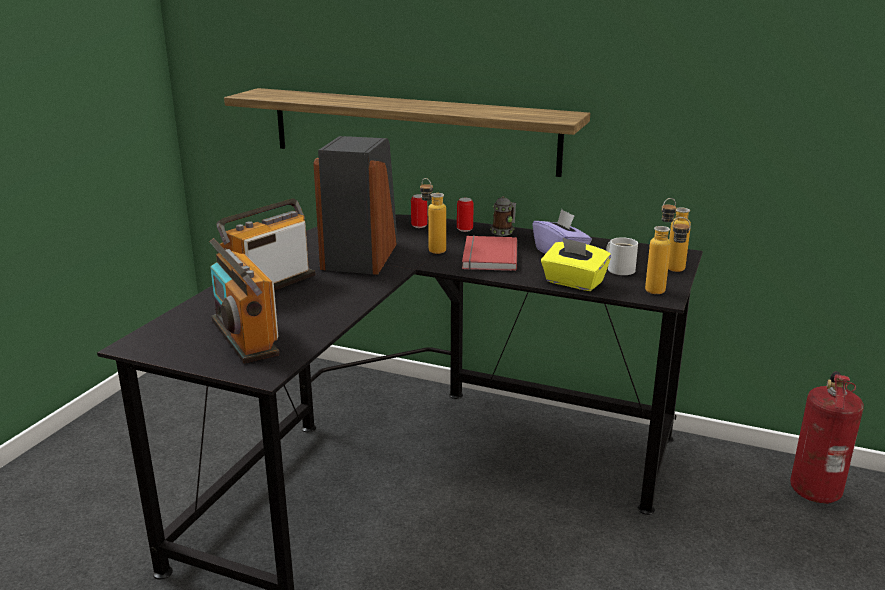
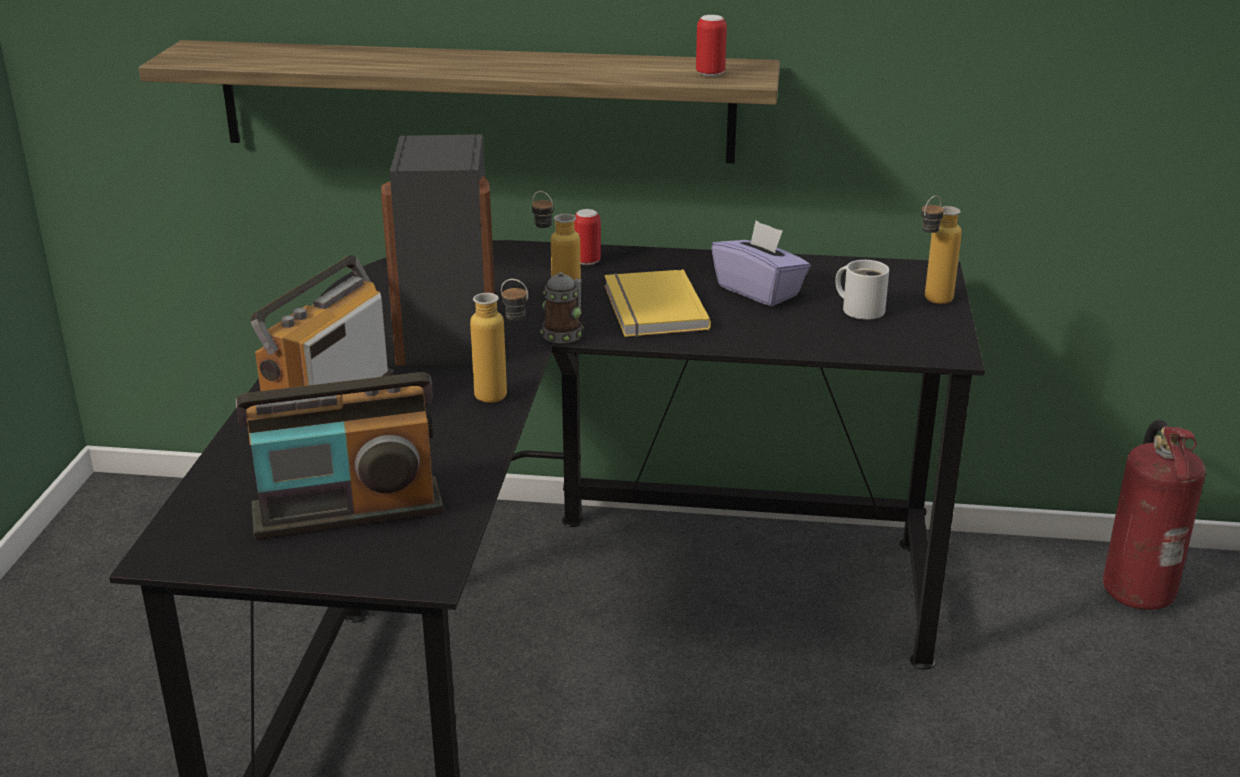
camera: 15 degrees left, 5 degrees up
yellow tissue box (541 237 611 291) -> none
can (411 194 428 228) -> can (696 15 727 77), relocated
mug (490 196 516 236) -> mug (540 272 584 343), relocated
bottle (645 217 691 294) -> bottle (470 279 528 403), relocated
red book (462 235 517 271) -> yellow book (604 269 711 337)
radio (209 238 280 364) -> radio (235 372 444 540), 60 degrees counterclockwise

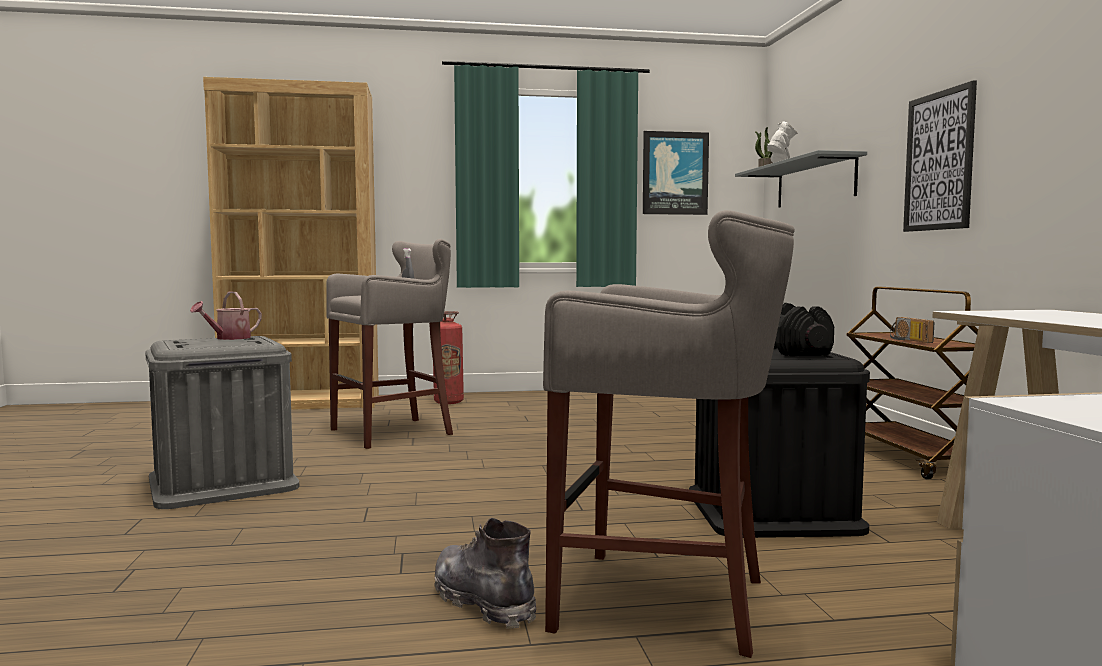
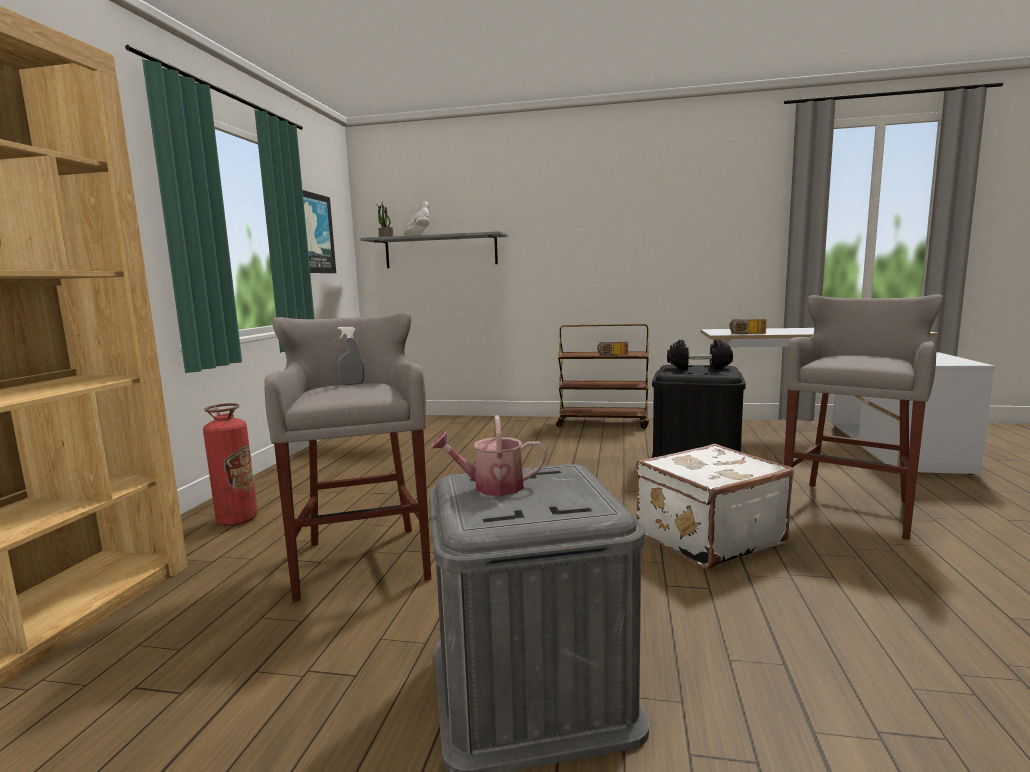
camera: 70 degrees left, 5 degrees up
grey boot (434 518 536 629) -> none
picture (903 80 977 232) -> none
none -> white suitcase (636 444 794 569)
none -> radio (729 319 766 334)
watering can (190 292 262 340) -> watering can (430 415 546 496), 120 degrees clockwise

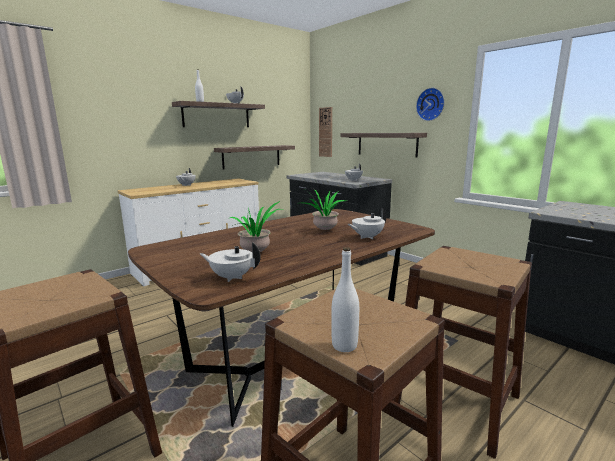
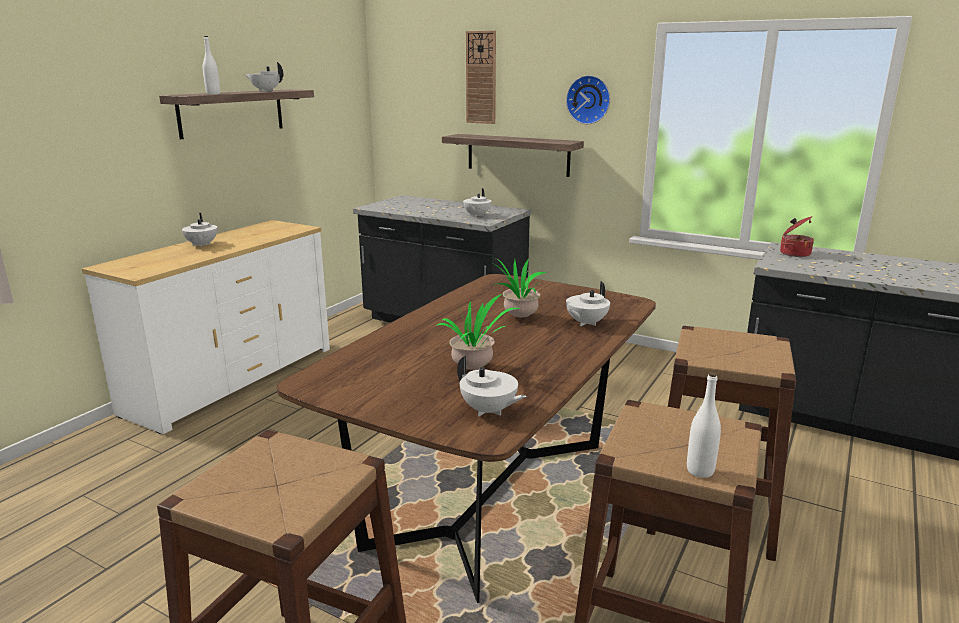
camera: 20 degrees left, 5 degrees up
shelf (214 145 295 169) -> none
none -> cooking pot (780 216 814 257)
wall clock (319 107 332 157) -> wall clock (466 30 496 124), relocated
white teapot (200 242 261 282) -> white teapot (457 356 527 416), 135 degrees counterclockwise

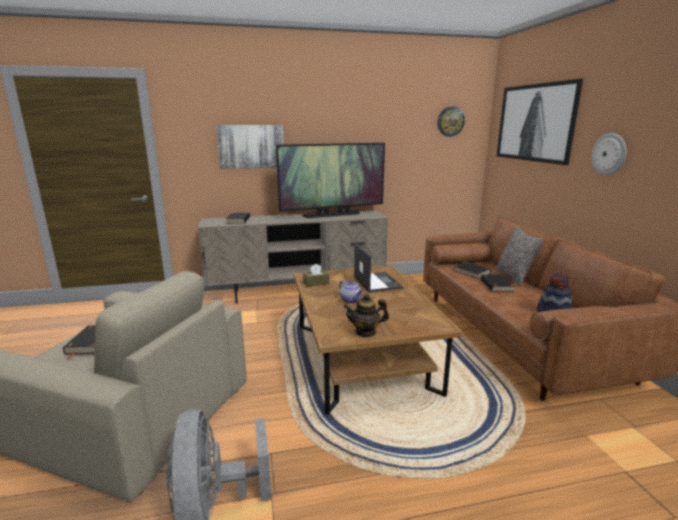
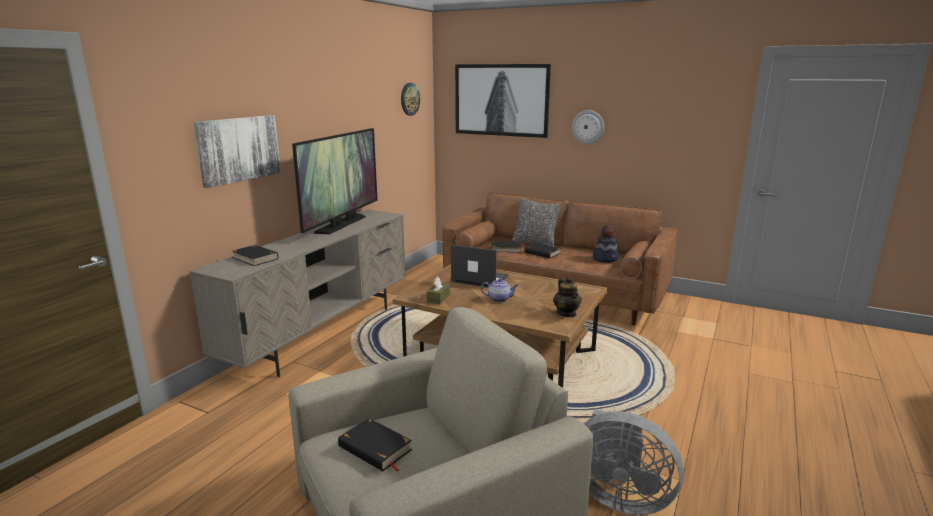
camera: 50 degrees left, 0 degrees up
teapot (344 294 389 337) -> teapot (553 277 582 317), 45 degrees counterclockwise

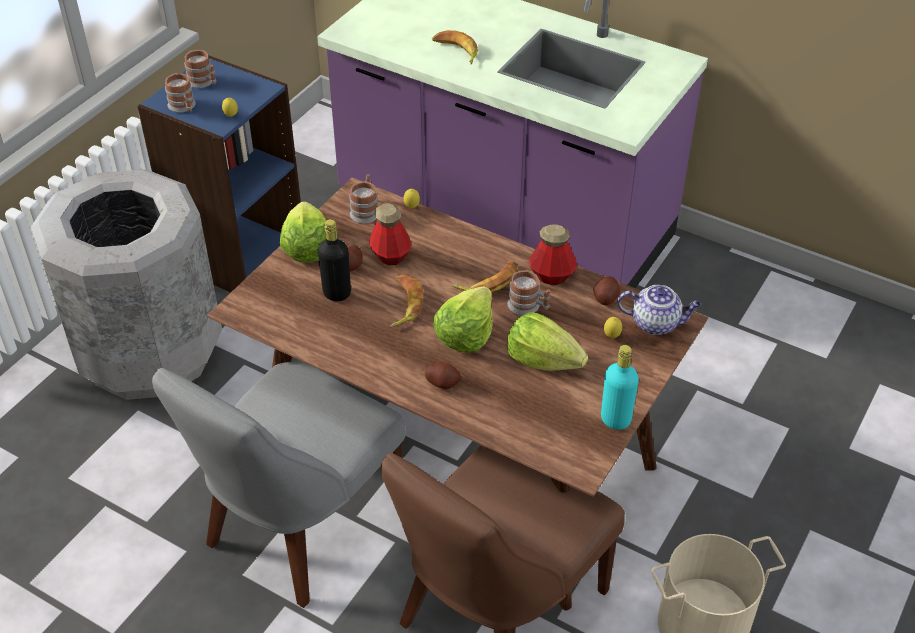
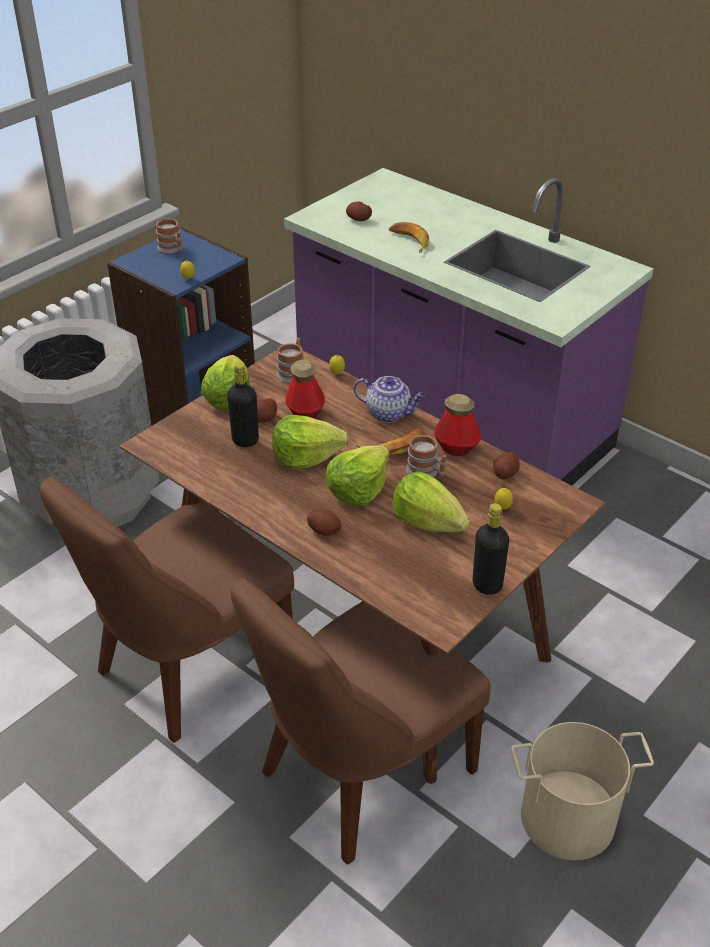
camera: 10 degrees right, 5 degrees down
mug (165 73 196 113) -> none
none -> potato (346 201 372 221)
teapot (617 285 701 335) -> teapot (354 376 425 423), relocated
banana (390 274 423 328) -> lettuce (272 415 349 469)
grey chair (152 357 405 608) -> brown chair (39 477 294 743)
turquoise bottle (601 345 639 430) -> black bottle (473 503 509 595)

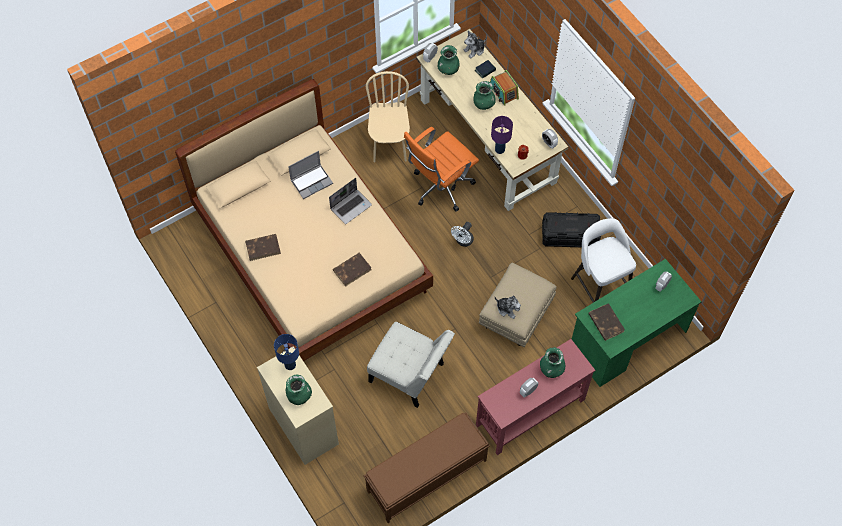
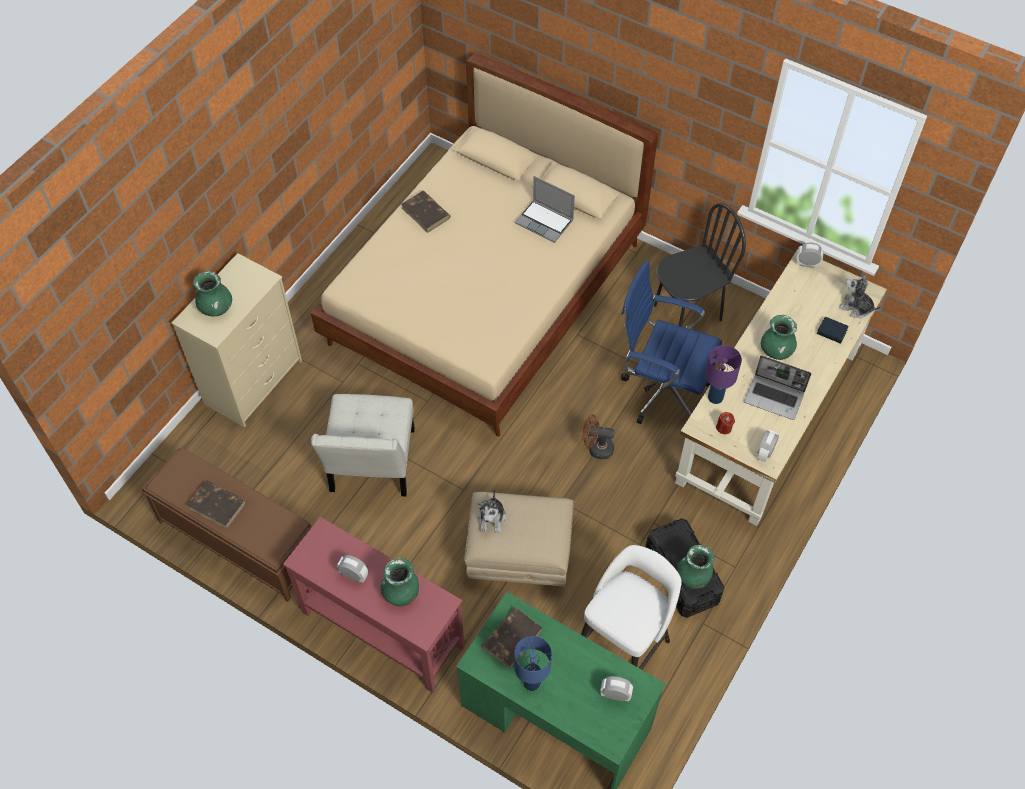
camera: 65 degrees right, 5 degrees down
radio (490 70 519 106) -> none
blue table lamp (274 334 299 370) -> blue table lamp (514 636 552 691), relocated
laptop (329 178 372 224) -> laptop (744 355 811 420), relocated
brown book (333 253 372 287) -> brown book (187 480 246 529), relocated
green vase (437 45 460 75) -> green vase (677 545 714 589), relocated
beige chair (366 71 410 162) -> black chair (654 203 746 327)
orange office chair (404 126 479 212) -> blue office chair (621 260 722 424)
white fan (451 222 474 247) -> brown fan (583 414 615 460)

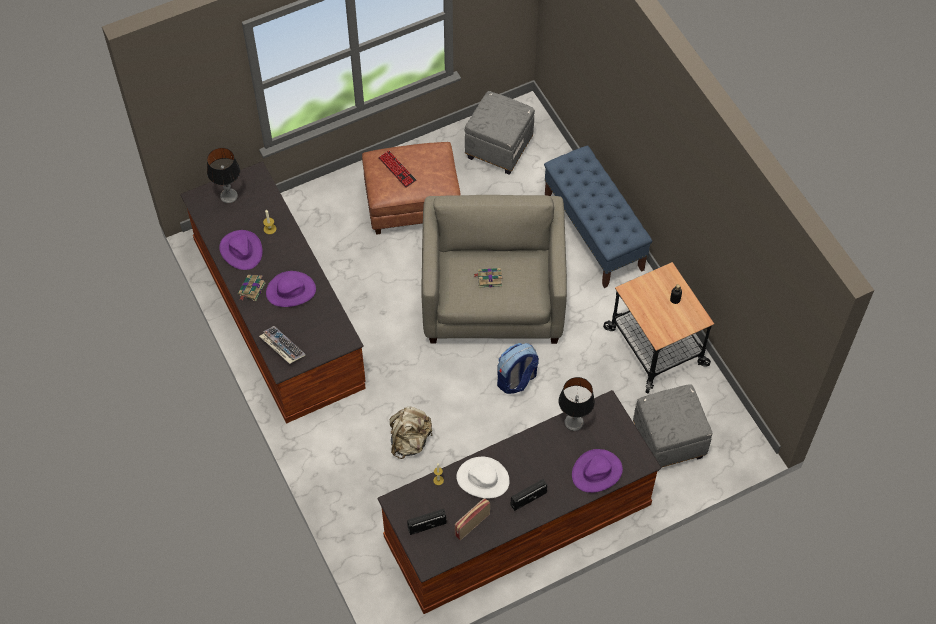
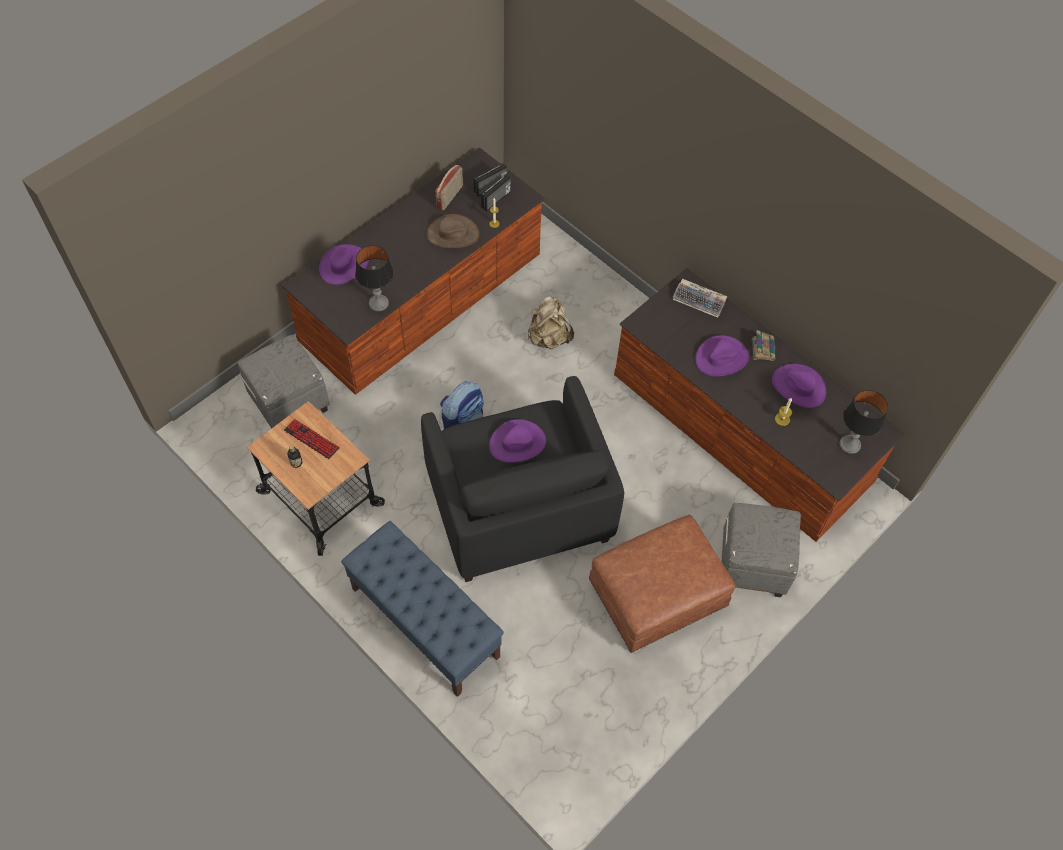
camera: 160 degrees right, 0 degrees up
keyboard (378 150 416 188) -> keyboard (284 419 340 459), relocated
grey ottoman (465 91 535 175) -> grey ottoman (721 503 801 597), relocated
radio (511 479 547 511) -> radio (481 174 511 212), relocated
book (474 268 502 288) -> purple hat (489 419 546 463)
beige armchair (422 195 567 344) -> black armchair (421 376 624 582)
white hat (456 457 509 498) -> brown hat (427 214 479 248)

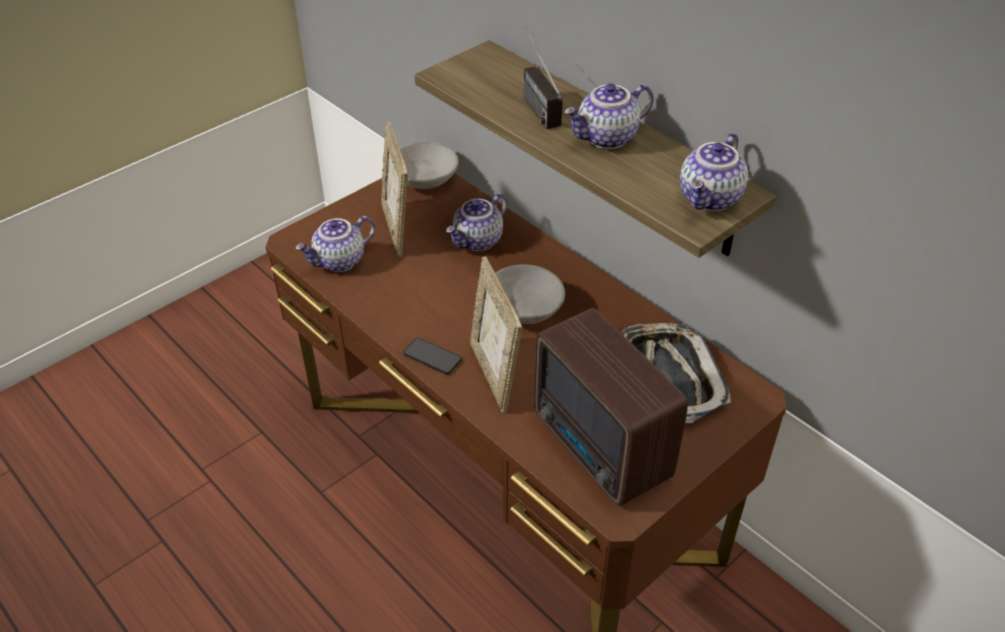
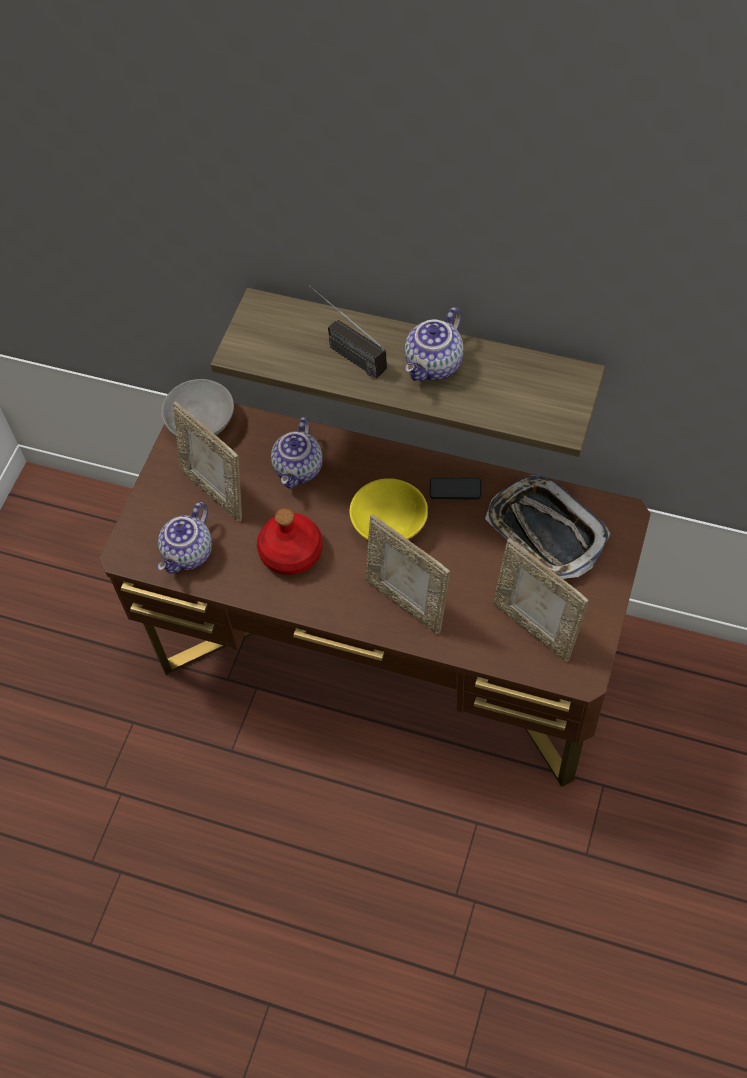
camera: 25 degrees left, 15 degrees up
teapot (680 133 748 211) -> none
none -> red bottle (257 508 323 575)
phone (403 338 462 374) -> phone (430 478 481 499), relocated
radio (534 308 688 506) -> picture frame (493 538 589 662)
grey bowl (495 264 565 324) -> yellow bowl (349 478 428 540)

